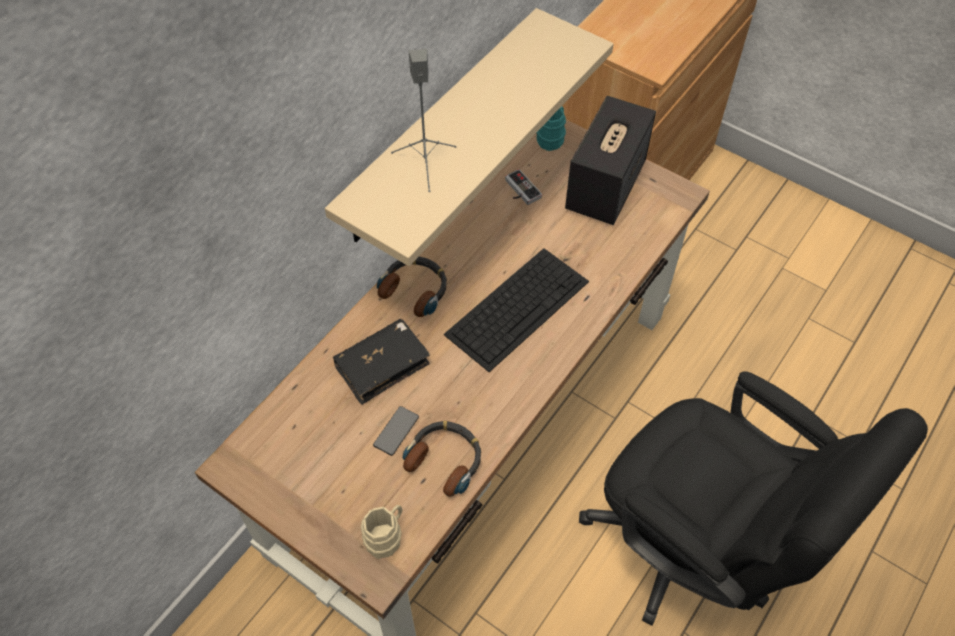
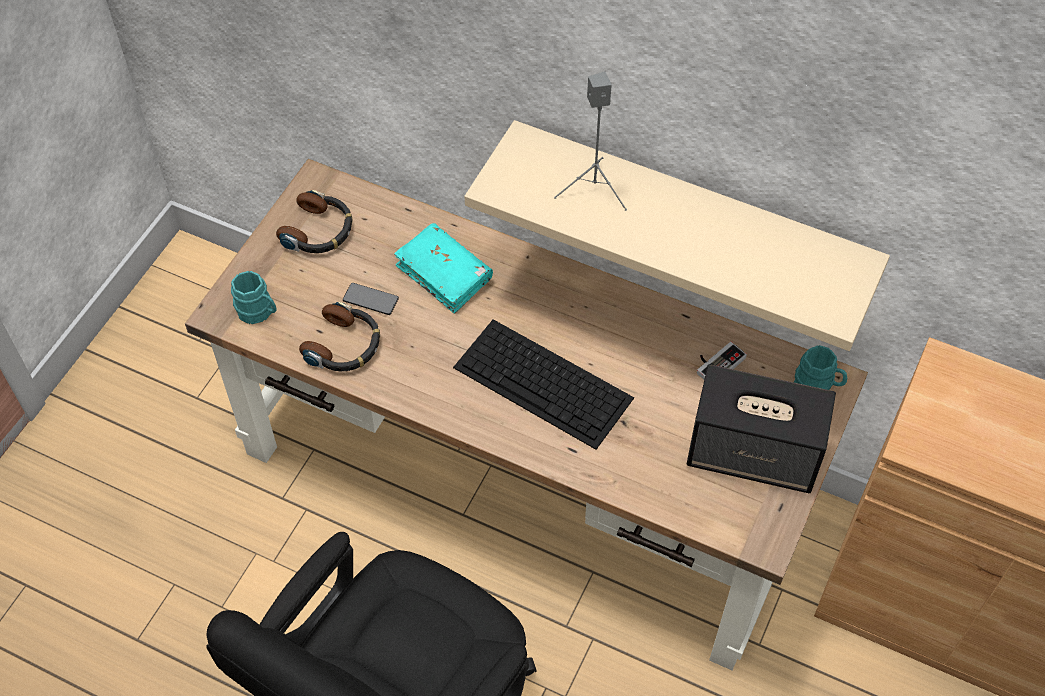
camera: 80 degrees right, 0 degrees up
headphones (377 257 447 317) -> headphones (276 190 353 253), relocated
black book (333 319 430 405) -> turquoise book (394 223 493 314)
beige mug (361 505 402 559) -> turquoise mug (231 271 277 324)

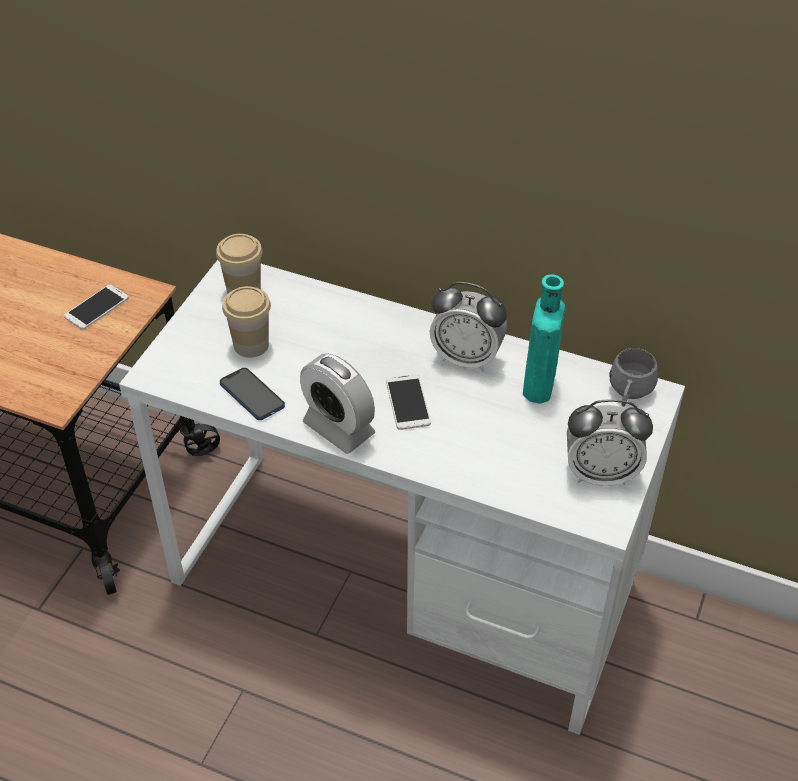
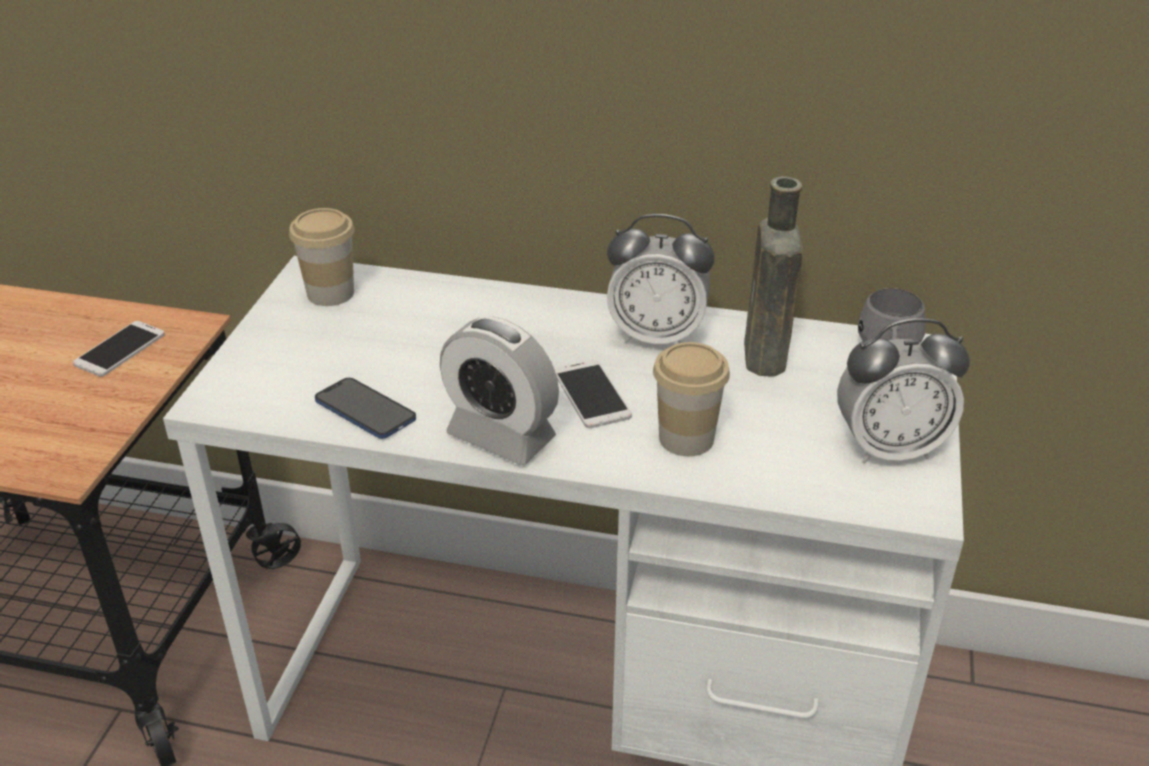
camera: 10 degrees left, 10 degrees down
cup (222 286 271 358) -> cup (653 342 730 456), relocated
turquoise bottle (523 274 565 404) -> brown bottle (744 176 802 377)

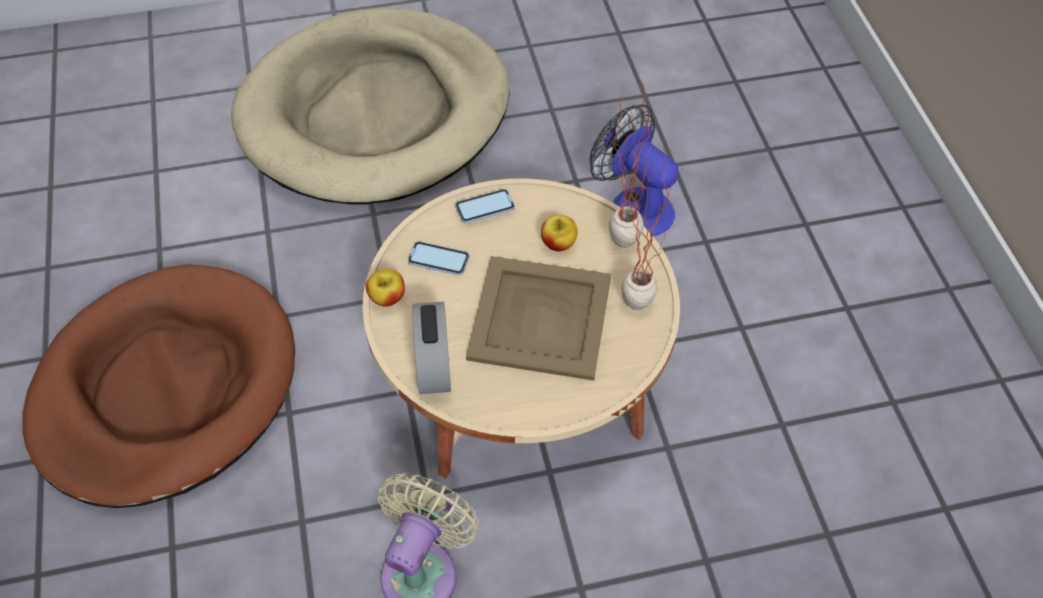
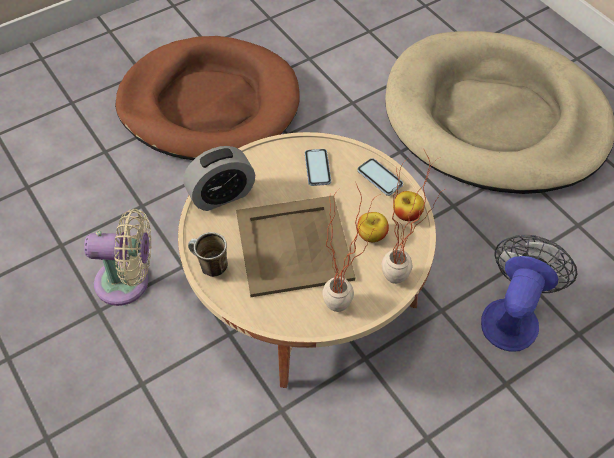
camera: 70 degrees right, 0 degrees up
none -> mug (188 232 228 277)
apple (366 268 405 307) -> apple (393 191 425 221), relocated

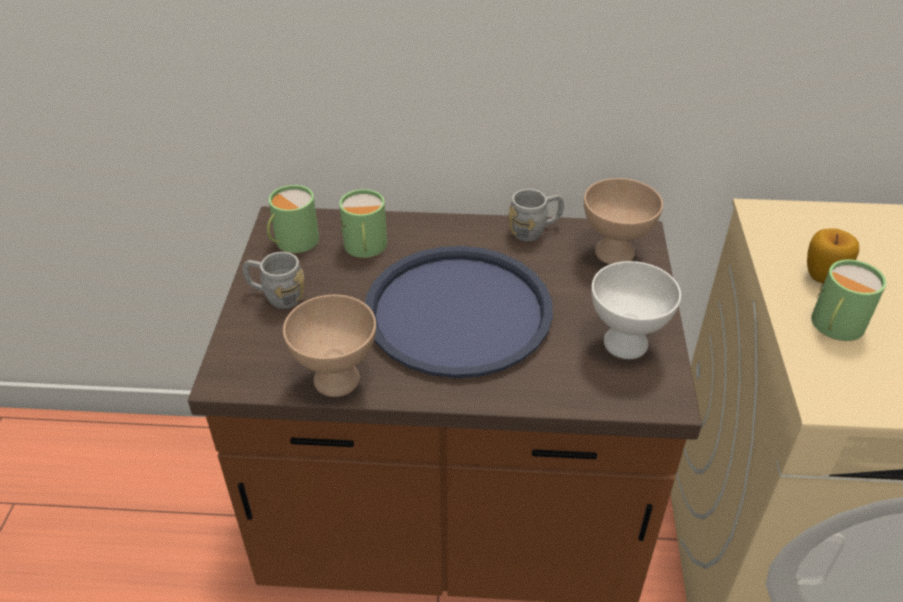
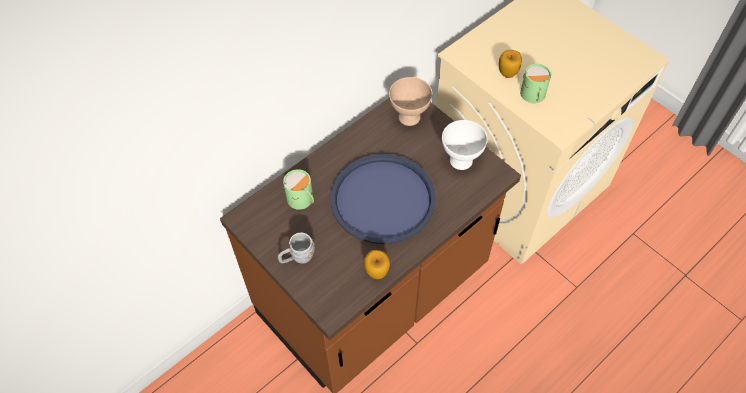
camera: 45 degrees left, 15 degrees up
green mug (267 185 319 253) -> none
grey mug (509 189 564 242) -> none
beige bowl (283 295 376 397) -> apple (364 250 390 279)

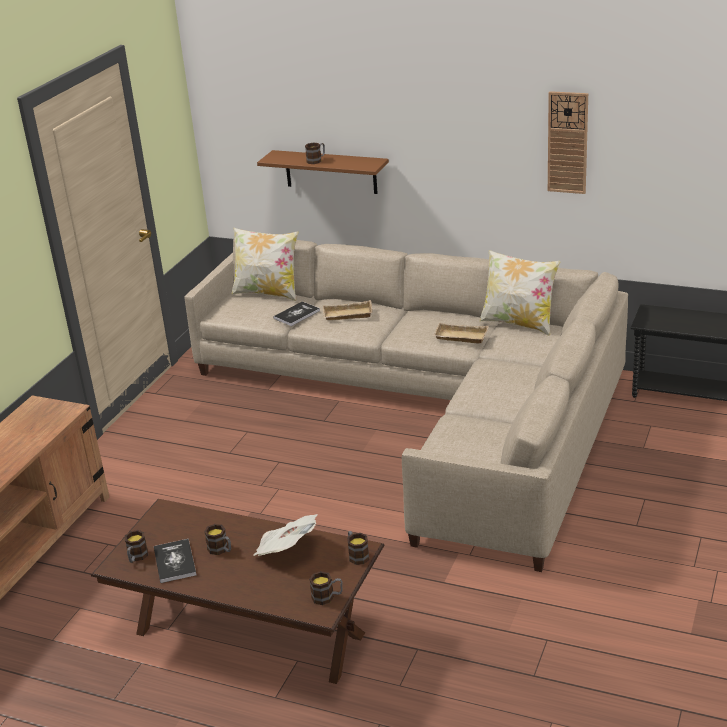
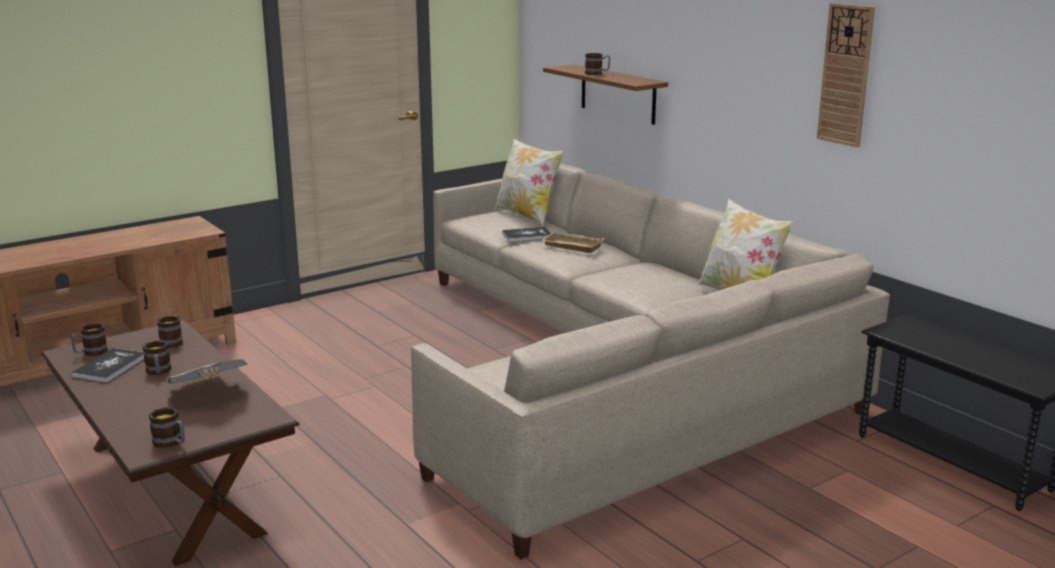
camera: 30 degrees right, 10 degrees down
beige tray (433 323 489 344) -> none
mug (347 531 369 565) -> mug (157 315 183 348), relocated

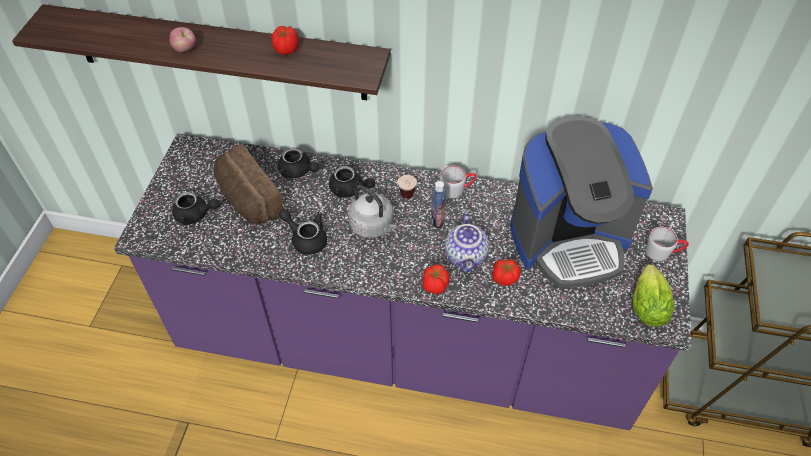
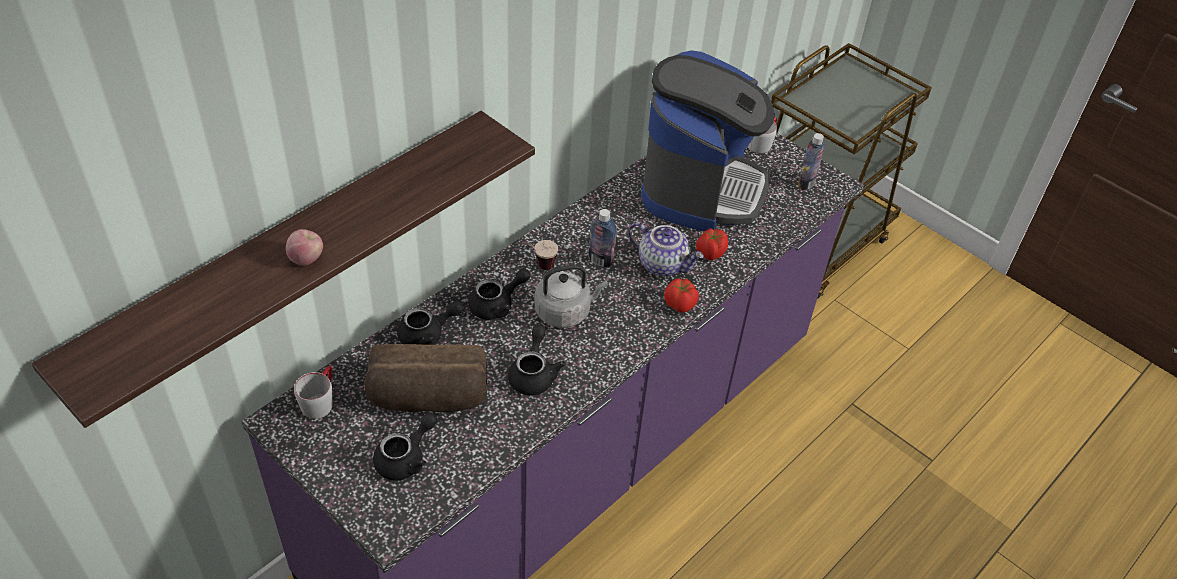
camera: 60 degrees left, 5 degrees down
tomato (271 26 298 55) -> none
grey mug (440 166 477 198) -> grey mug (294 366 333 419), relocated
lettuce (633 265 675 327) -> bottle (798 133 825 190)
black teapot (279 209 327 255) -> black teapot (508 325 565 395), 120 degrees clockwise

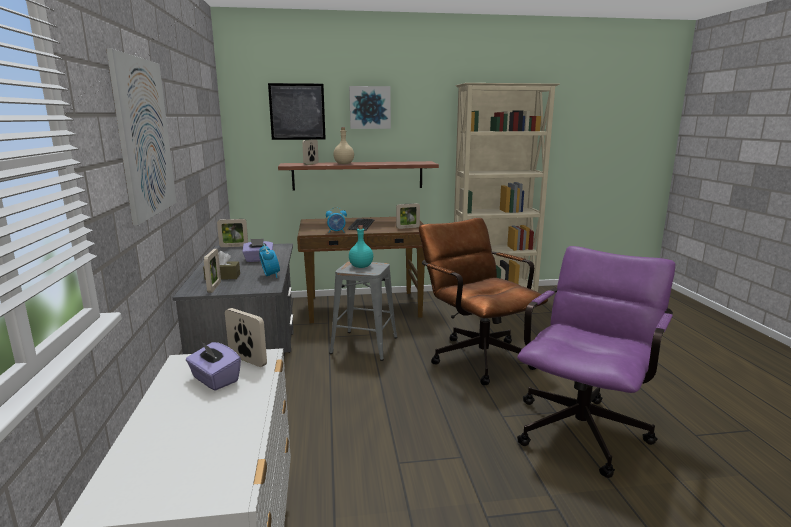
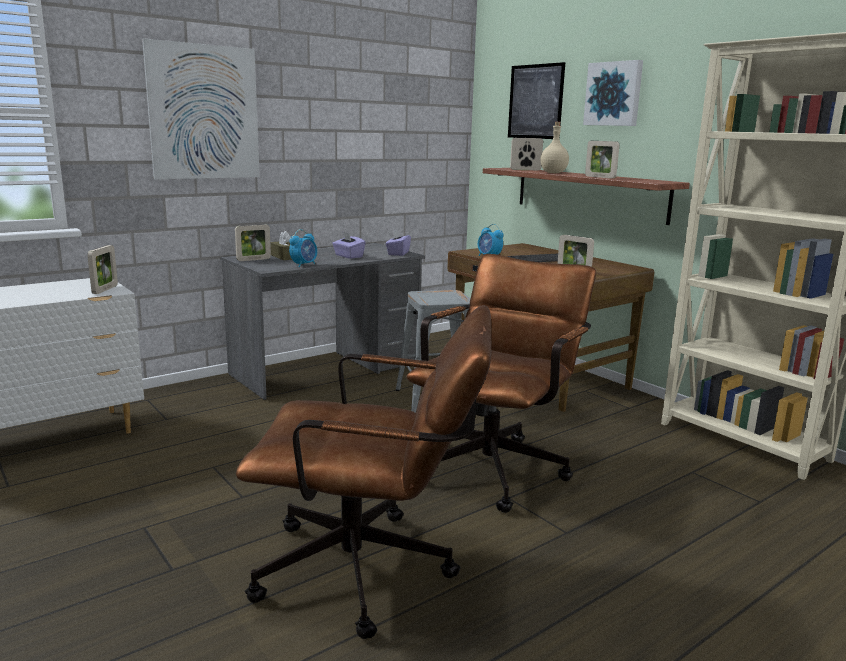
camera: 60 degrees right, 0 degrees up
turquoise bottle (349 225 373 268) -> none
purple tissue box (186 340 241 391) -> purple tissue box (386 229 411 256), relocated
picture frame (217 219 248 247) -> picture frame (585 141 620 178), relocated
purple office chair (517 246 675 478) -> brown office chair (236 305 491 639)

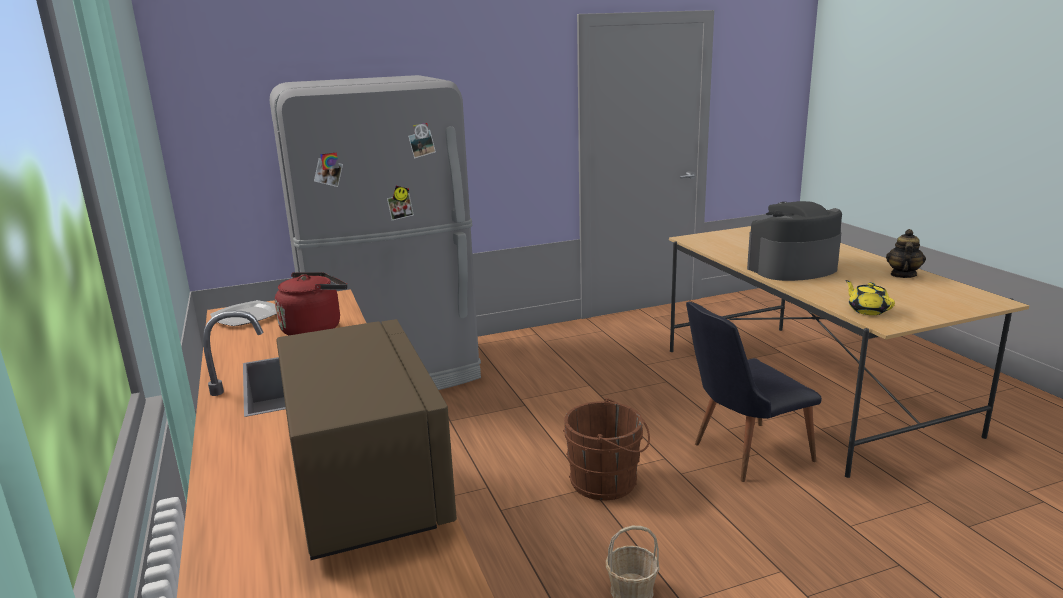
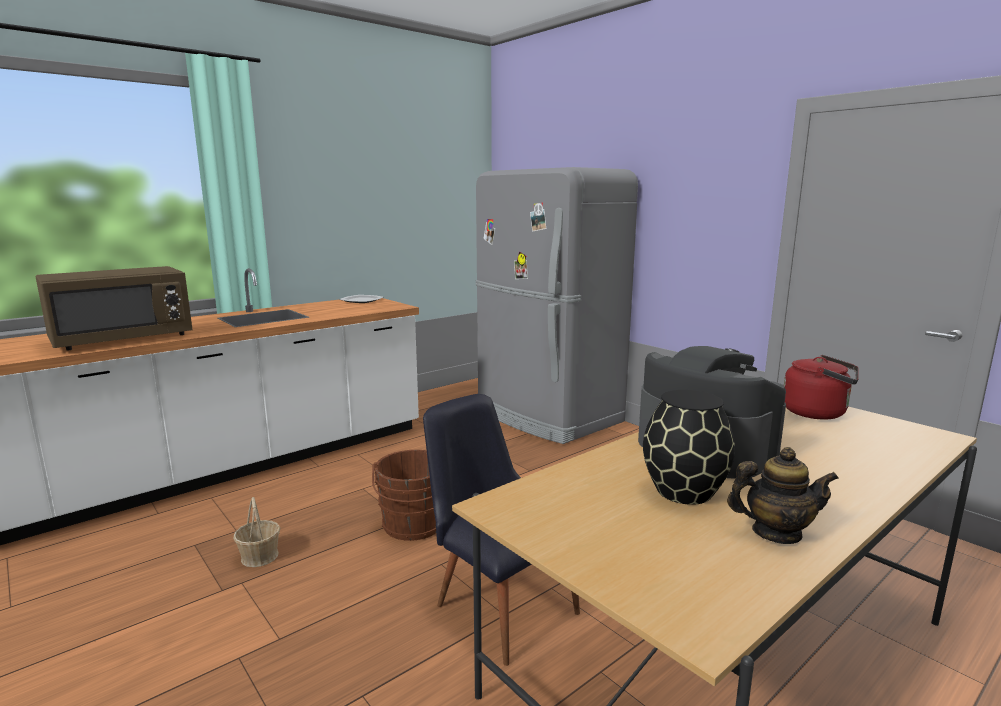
camera: 70 degrees right, 5 degrees down
yellow teapot (845 280 895 315) -> none
none -> black vase (643 390 735 505)
red kettle (275 272 348 336) -> red kettle (784 355 859 420), relocated

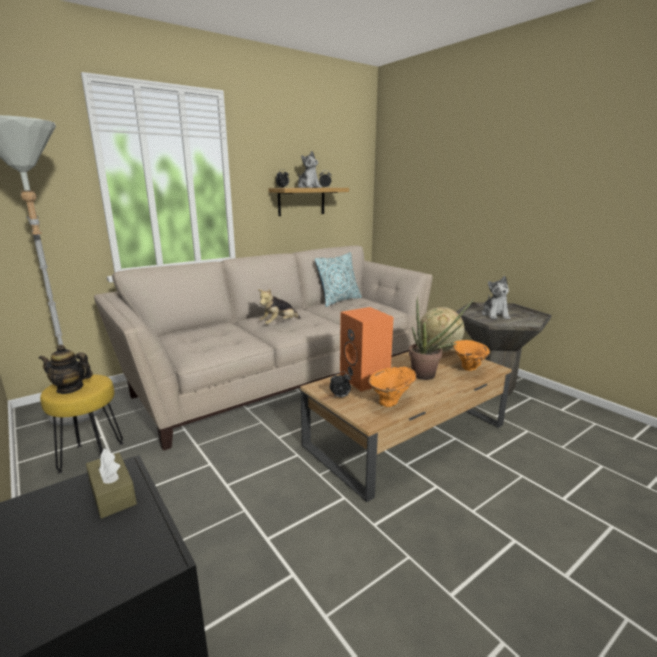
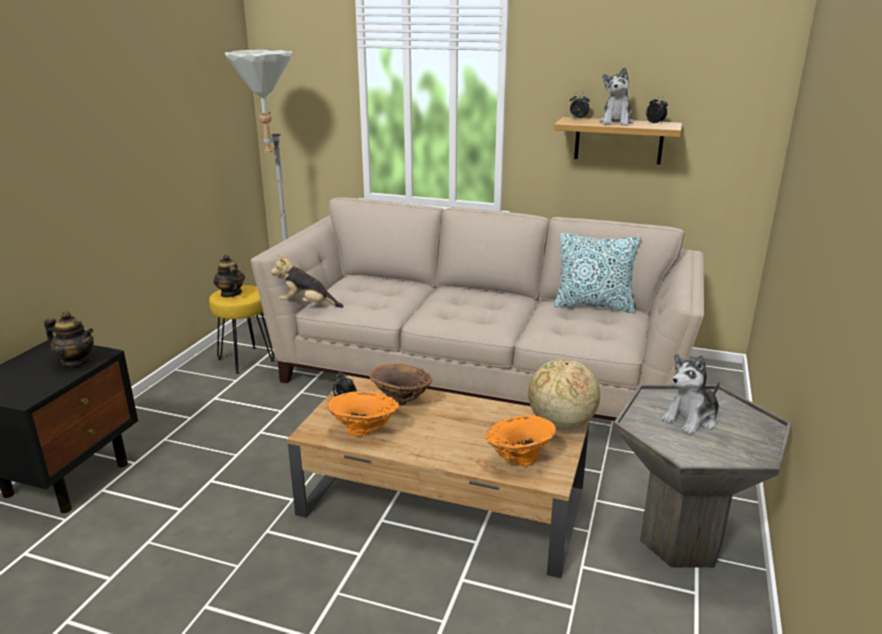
camera: 55 degrees right, 5 degrees up
potted plant (409 296 474 380) -> none
plush toy (258 289 300 324) -> plush toy (271 254 344 308), relocated
brown tissue box (86 449 137 519) -> teapot (44 311 94 367)
orange speaker (340 307 394 391) -> brown vase (369 364 433 406)

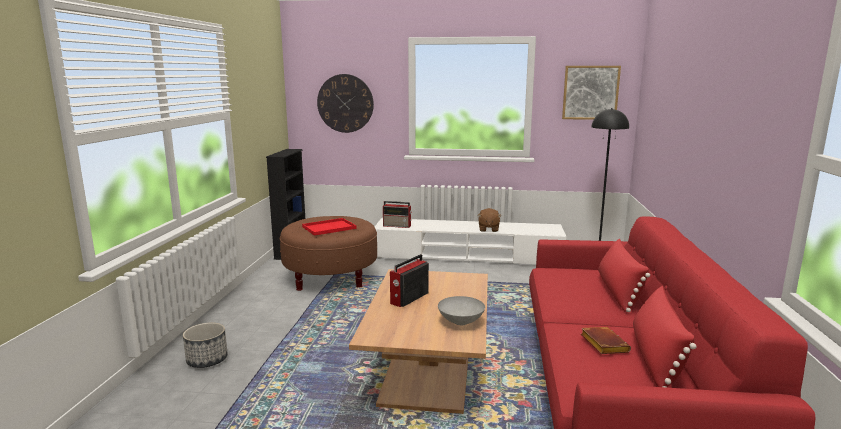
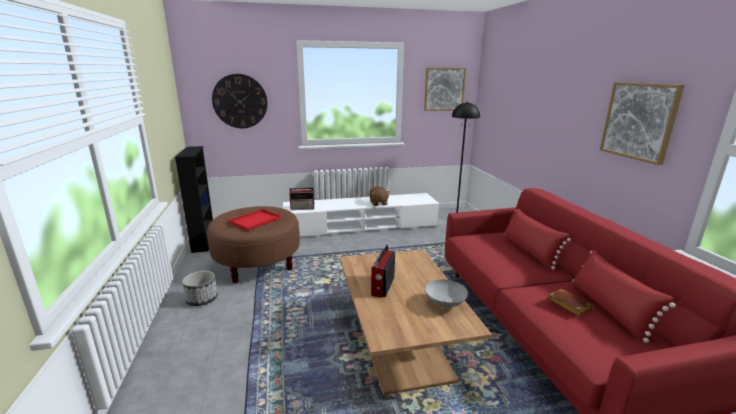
camera: 20 degrees left, 5 degrees up
none -> picture (600 82 685 165)
planter (183 323 228 368) -> planter (182 271 218 306), relocated

